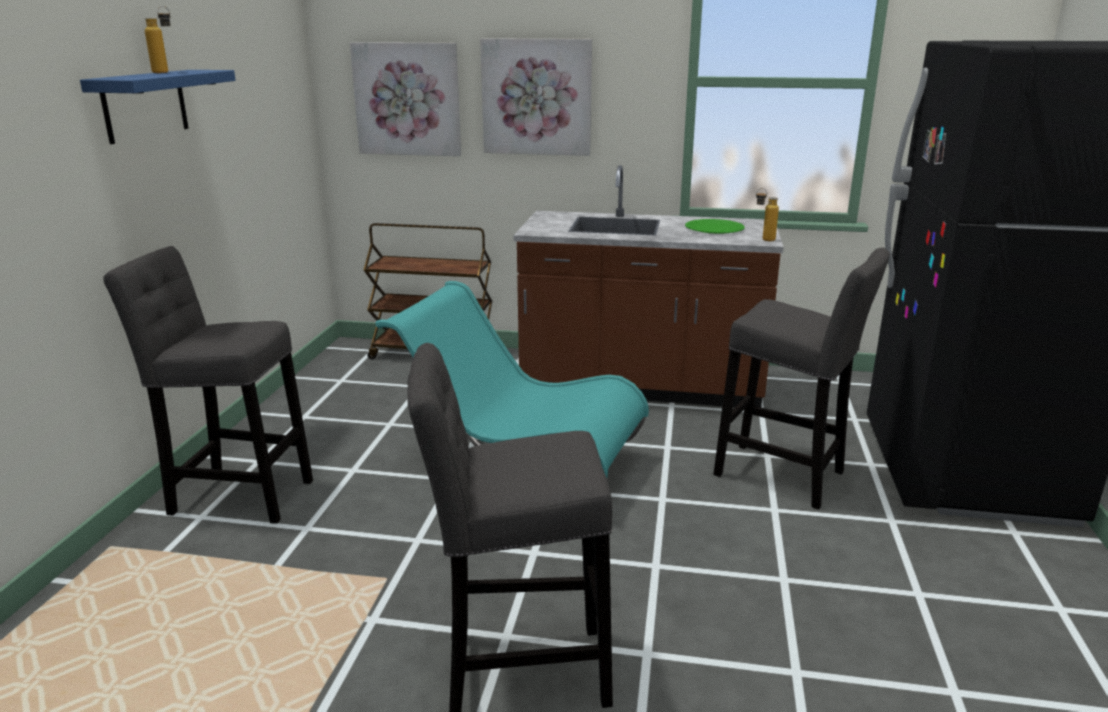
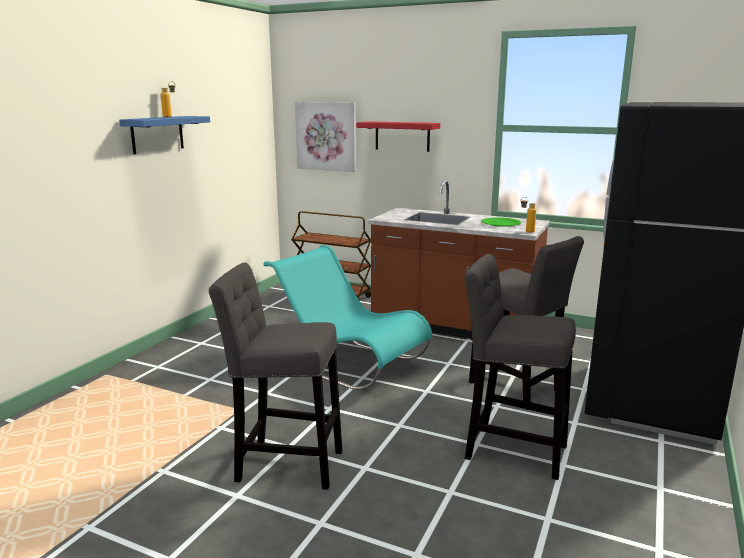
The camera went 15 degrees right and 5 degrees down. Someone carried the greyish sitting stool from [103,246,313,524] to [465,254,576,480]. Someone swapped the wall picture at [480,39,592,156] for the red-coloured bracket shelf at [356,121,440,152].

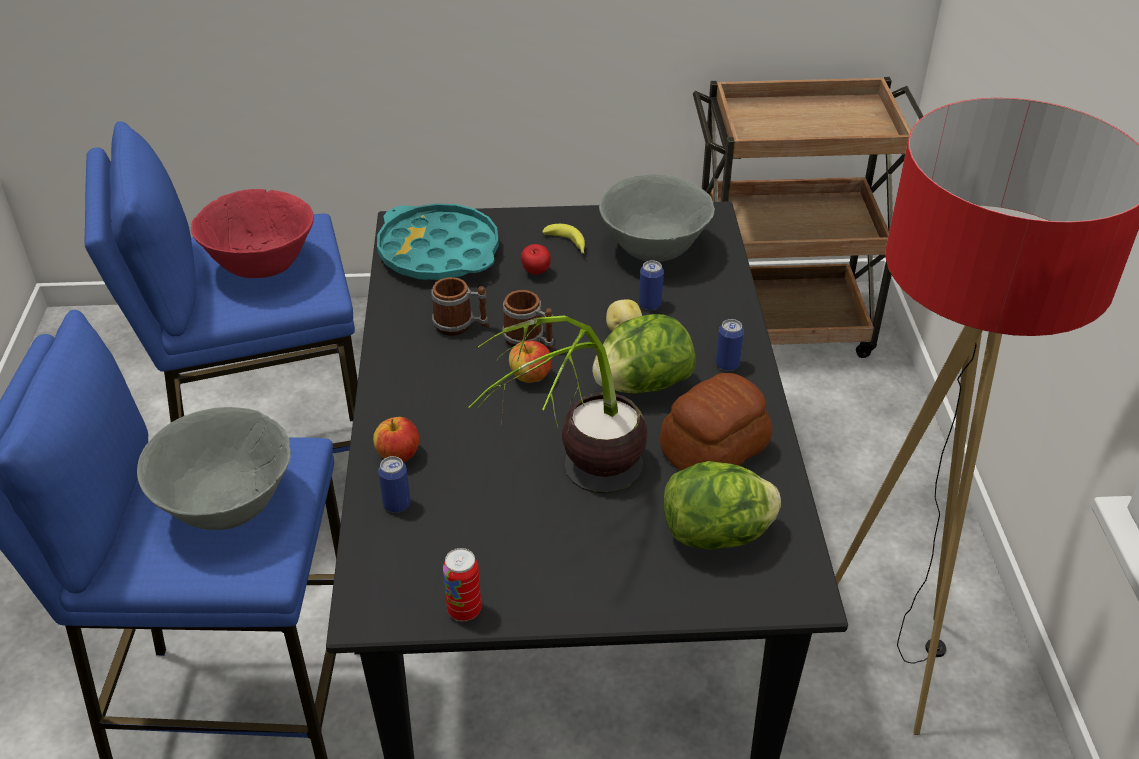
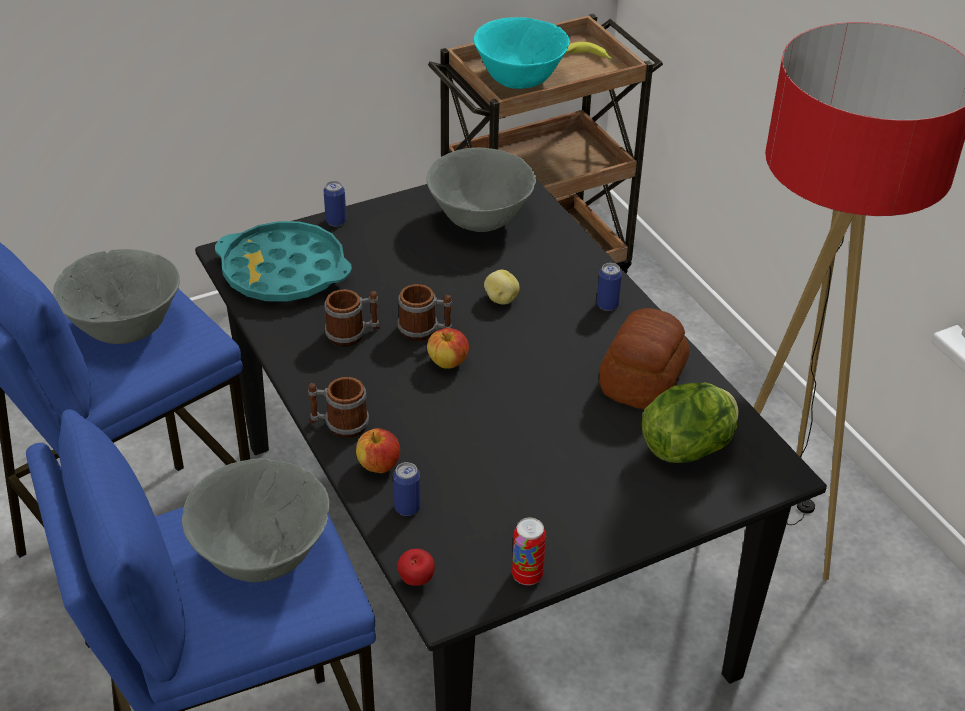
The camera went 25 degrees left and 0 degrees up. Someone repainted the red-coloured serving bowl at [191,189,314,278], which became the greyish serving bowl at [53,249,180,344]. Someone took away the plant in a pot at [468,316,647,493]. Someone carried the apple from [521,244,551,275] to [397,549,435,586]. Someone carried the banana fruit from [542,224,585,254] to [566,42,613,60]. Someone took away the lettuce head at [592,314,696,393]. Someone carried the metal can from [639,260,664,310] to [324,181,346,227]. Someone put down the mug at [308,377,369,438]. Someone put down the turquoise serving bowl at [474,17,570,89].

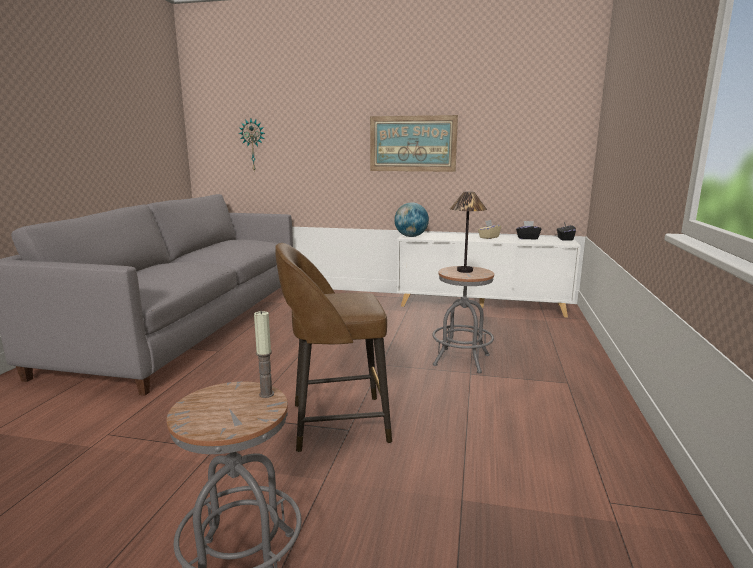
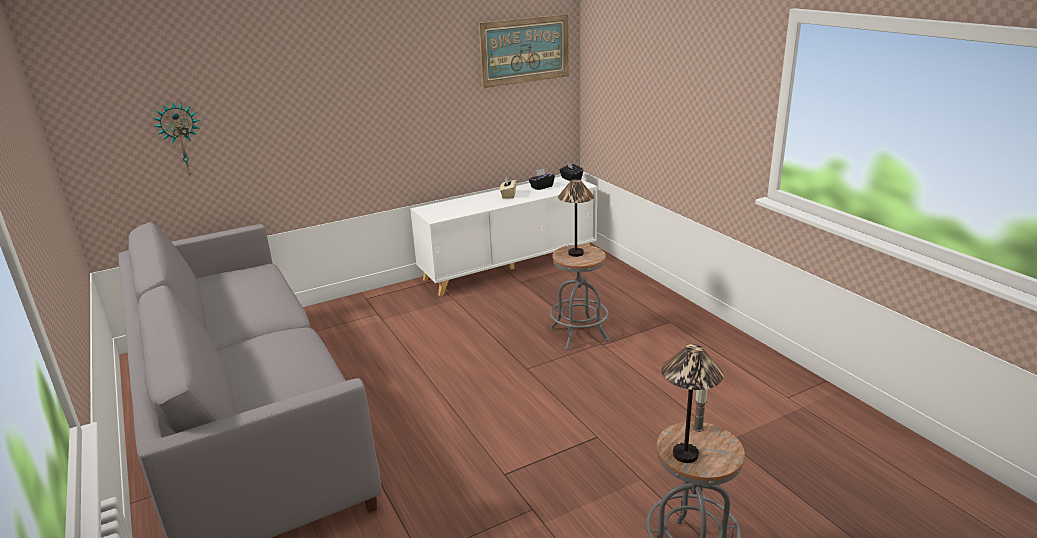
The camera went 40 degrees left and 10 degrees up. Someone took away the brownish sitting stool at [275,243,392,452]. Someone carried the wall picture from [370,115,458,172] to [479,14,569,88]. Someone took away the globe at [394,202,429,237]. Someone put down the tabletop lamp at [661,344,724,463].

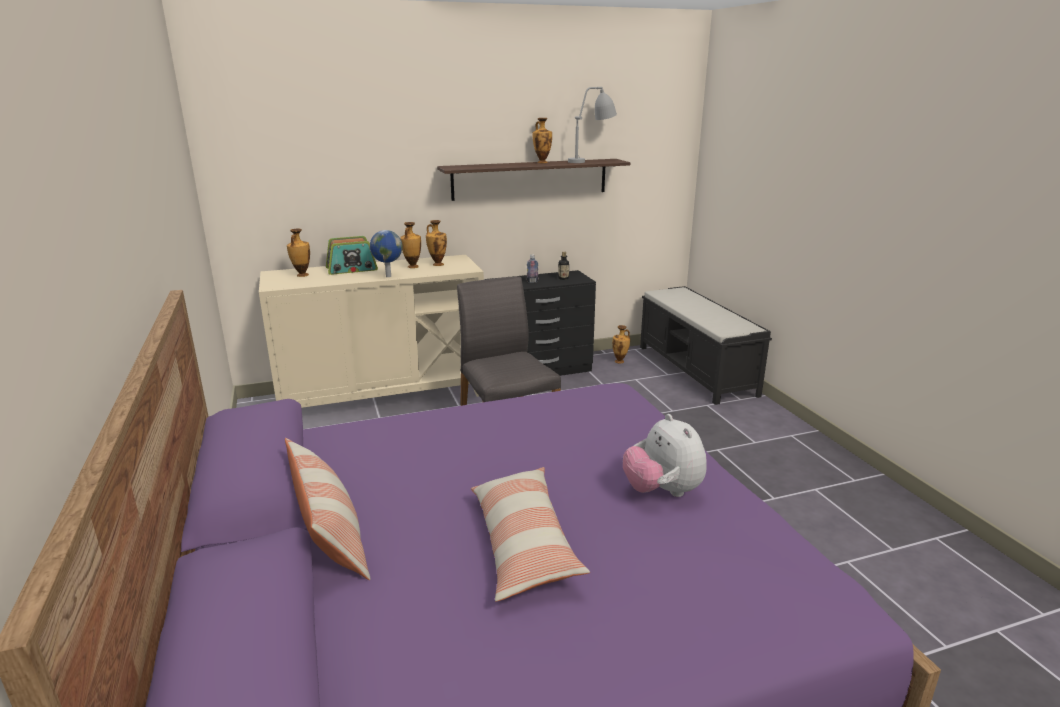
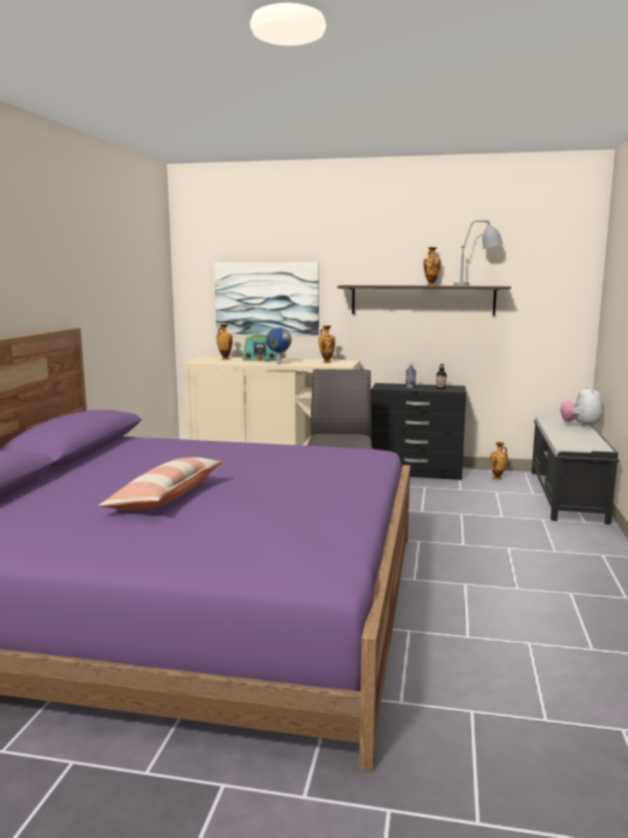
The camera went 30 degrees right and 10 degrees down. Someone took away the cushion at [285,438,370,580]. Someone took away the vase at [400,222,421,268]. Someone carried the cuddly toy from [623,414,707,497] to [560,386,603,428]. Someone put up the wall picture at [214,263,319,336].

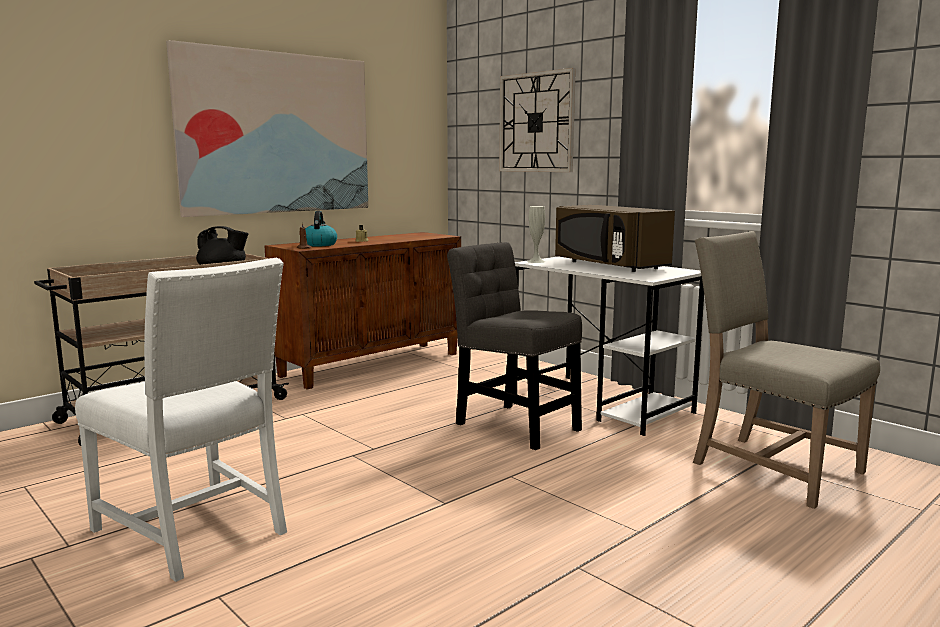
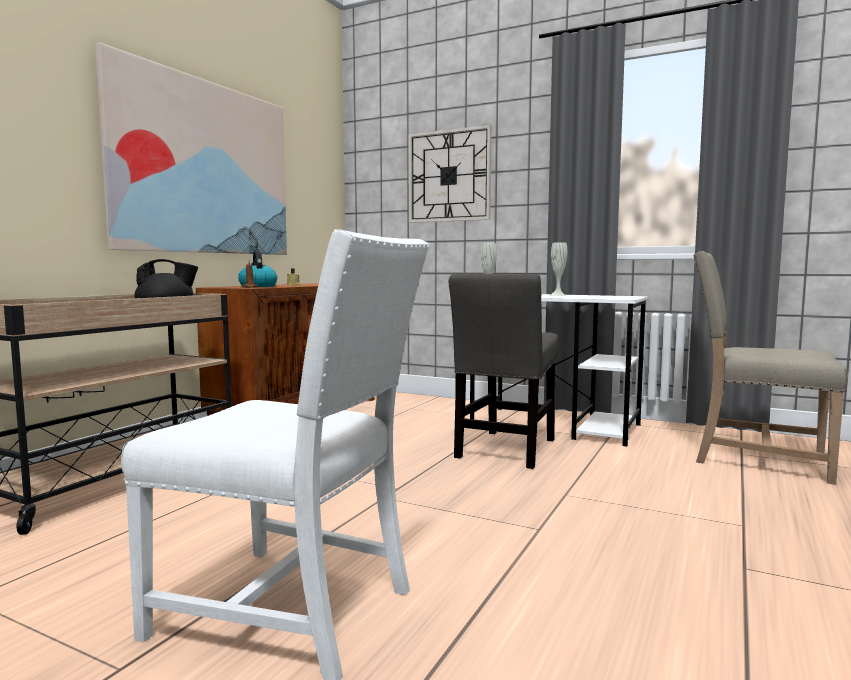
The camera went 20 degrees left and 5 degrees down. Someone rotated the greyish plain chair at [447,242,582,450] by 90 degrees counterclockwise. Someone swapped the brownish microwave oven at [555,205,675,272] for the whitish vase at [549,242,567,296].

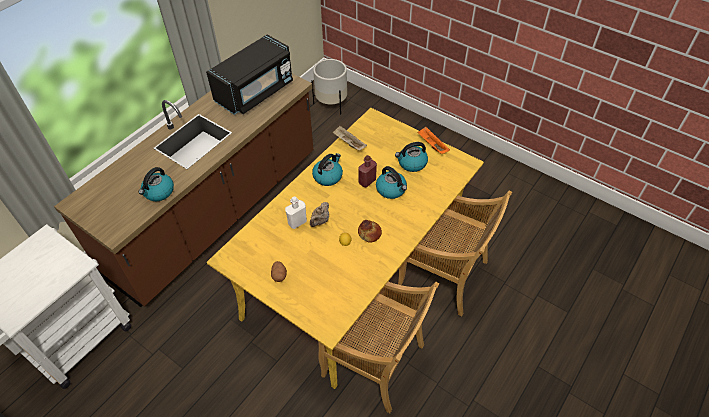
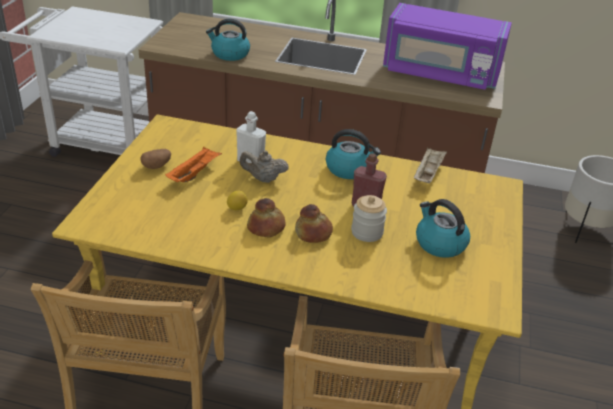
The camera went 65 degrees right and 15 degrees down. Someone repainted the blackish microwave oven at [206,35,293,115], which became the purple microwave oven at [383,3,512,90]. Someone swapped the water kettle at [376,166,407,199] for the storage jar at [351,195,387,242]. Someone carried the orange-coloured carrying tray from [417,127,450,154] to [165,147,222,182]. Someone put down the baked bread at [295,204,333,243].

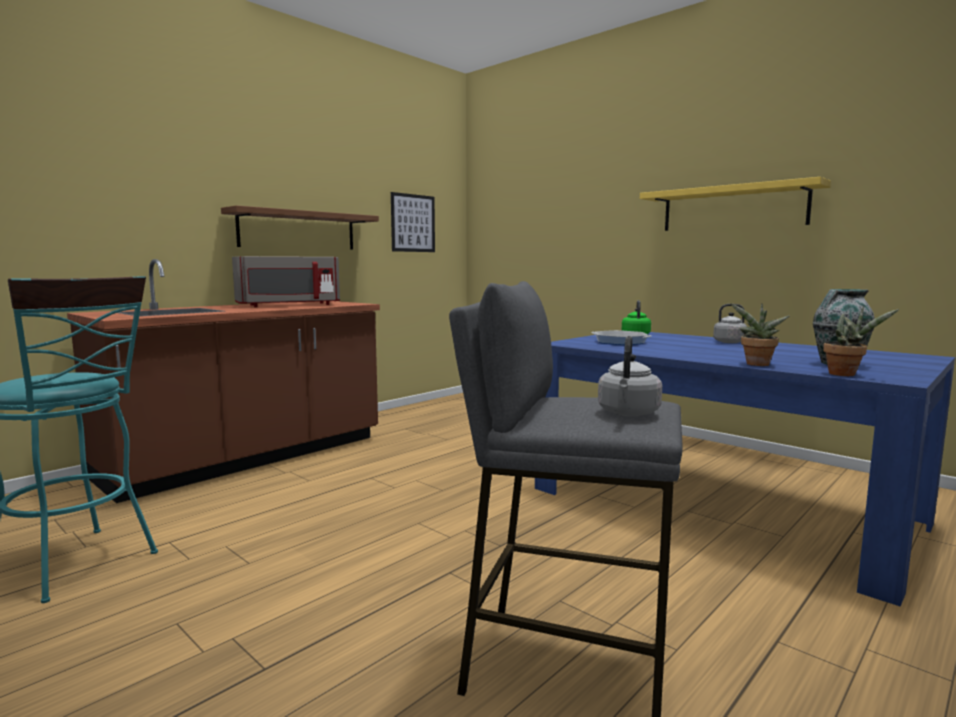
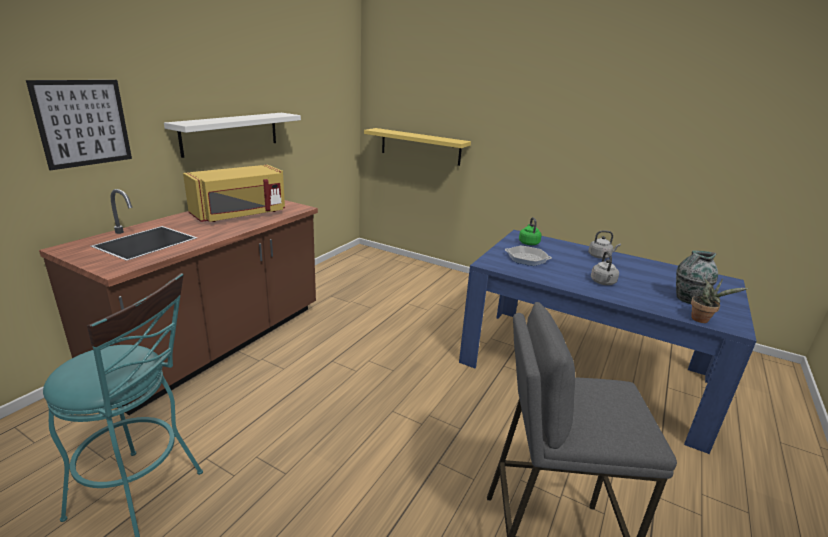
The camera went 15 degrees left and 15 degrees up. Someone repainted the brownish bracket shelf at [221,205,379,250], which became the whitish bracket shelf at [164,113,301,158]. Someone repainted the greyish microwave oven at [232,256,340,307], which became the yellowish microwave oven at [183,165,285,222]. Someone carried the wall picture from [391,192,435,252] to [26,80,132,170]. Someone carried the greyish water kettle from [598,336,662,416] to [591,251,619,285]. Someone carried the yellowish bracket shelf from [640,177,831,231] to [364,128,471,166]. Someone took away the plant in a pot at [731,303,790,366].

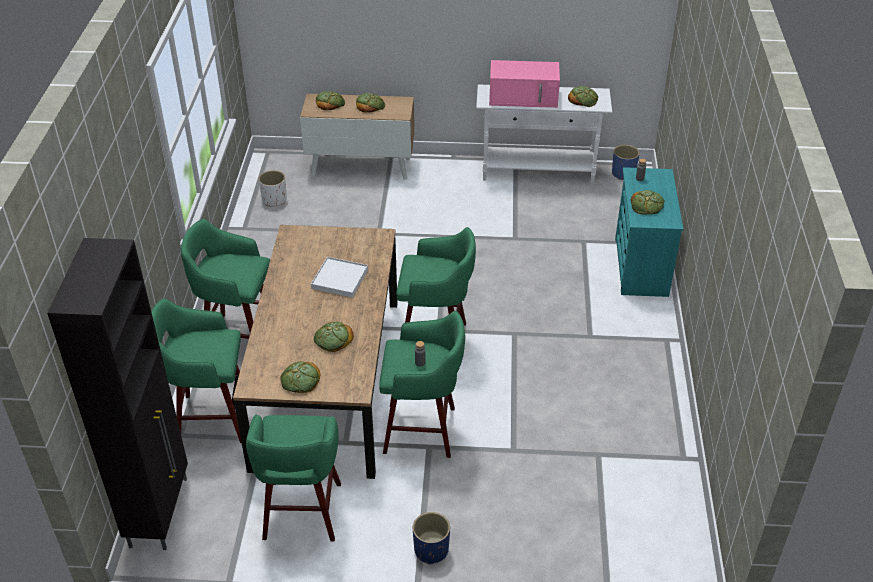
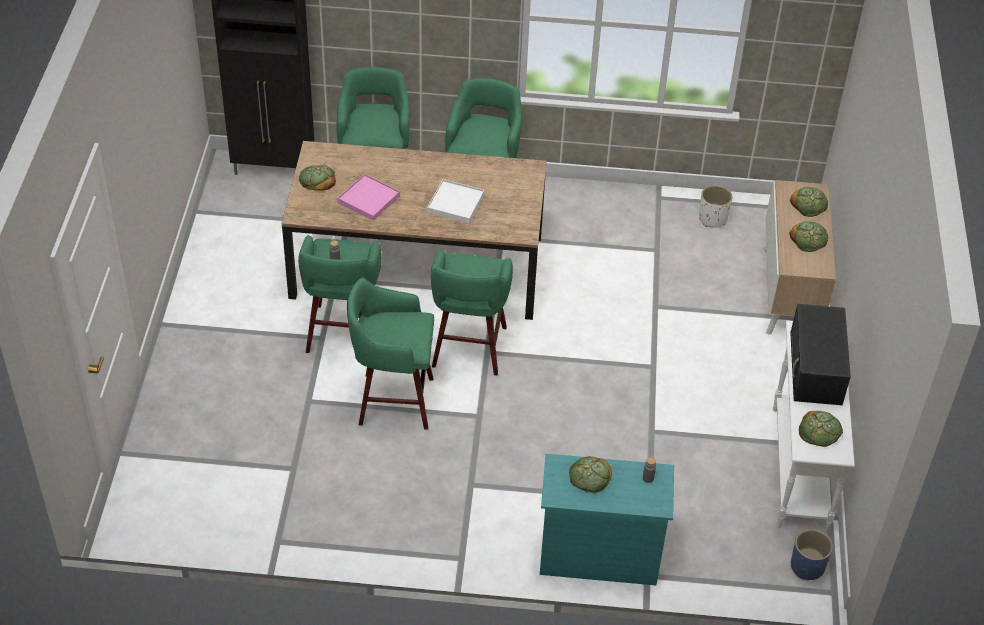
The camera went 90 degrees right and 5 degrees up. Someone carried the green-coloured sitting stool from [246,414,341,542] to [347,278,434,430]. Someone swapped the baked bread at [314,322,353,352] for the pink-coloured carrying tray at [337,174,400,221]. Someone took away the bluish flower pot at [413,512,450,564]. Someone repainted the pink-coloured microwave oven at [489,60,560,108], which became the blackish microwave oven at [790,304,851,405].

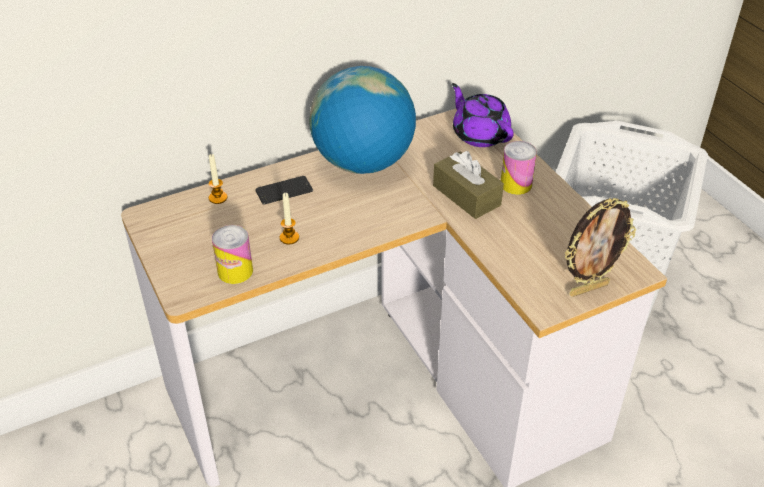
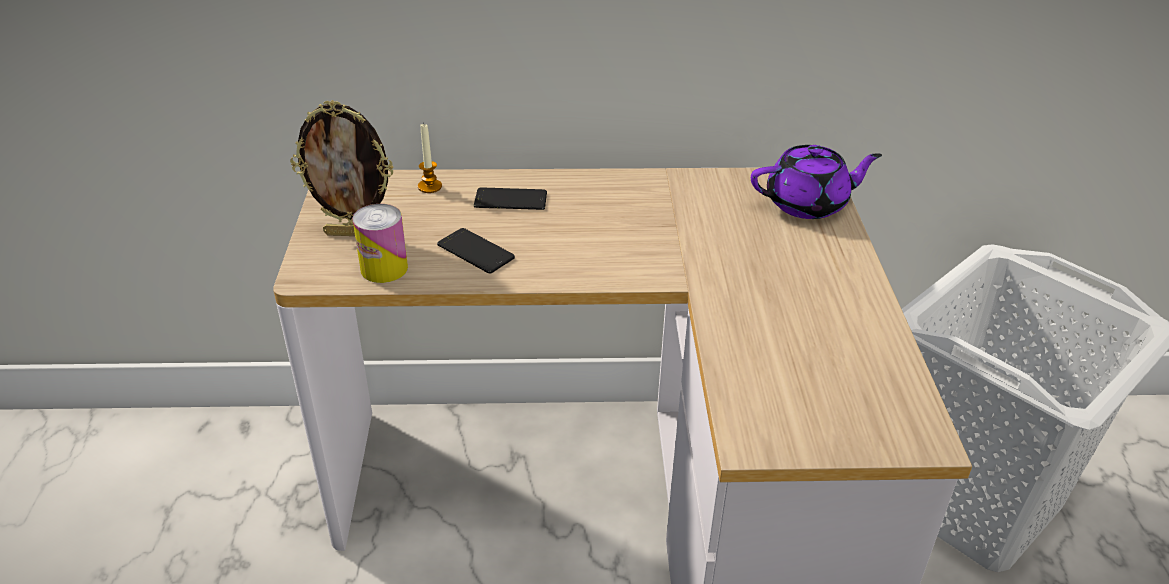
The camera went 25 degrees right and 5 degrees down. Someone swapped the wax candle at [280,193,299,245] for the handset at [437,228,515,273]. Someone took away the globe at [309,66,416,174]. Someone took away the brownish box of tissues at [433,151,504,219]. Someone rotated the purple teapot at [452,83,514,147] by 90 degrees clockwise. Someone took away the metal can at [501,141,537,195]. Someone carried the standing frame from [565,198,636,297] to [290,100,394,236].

